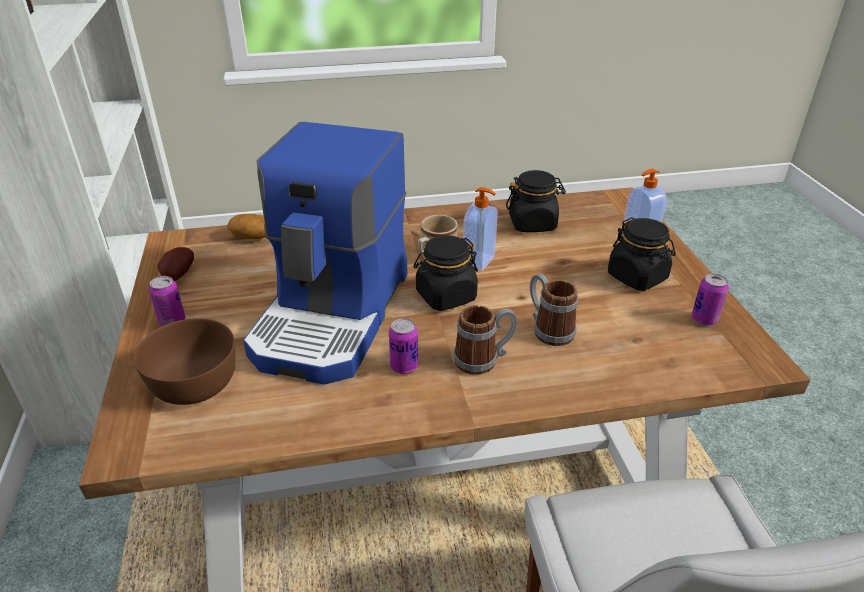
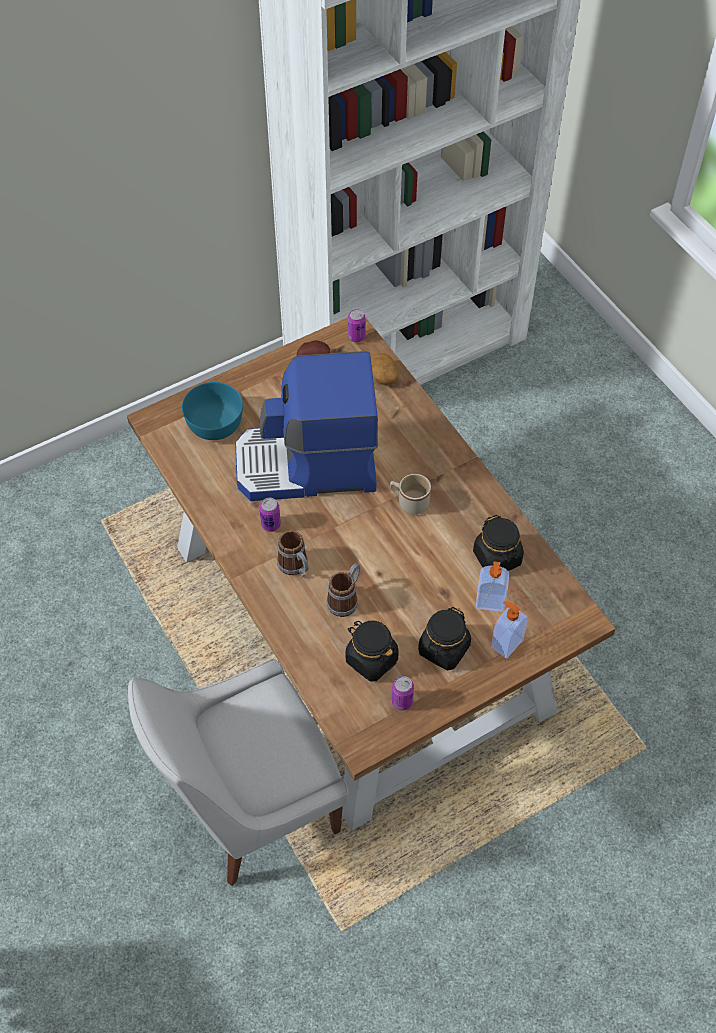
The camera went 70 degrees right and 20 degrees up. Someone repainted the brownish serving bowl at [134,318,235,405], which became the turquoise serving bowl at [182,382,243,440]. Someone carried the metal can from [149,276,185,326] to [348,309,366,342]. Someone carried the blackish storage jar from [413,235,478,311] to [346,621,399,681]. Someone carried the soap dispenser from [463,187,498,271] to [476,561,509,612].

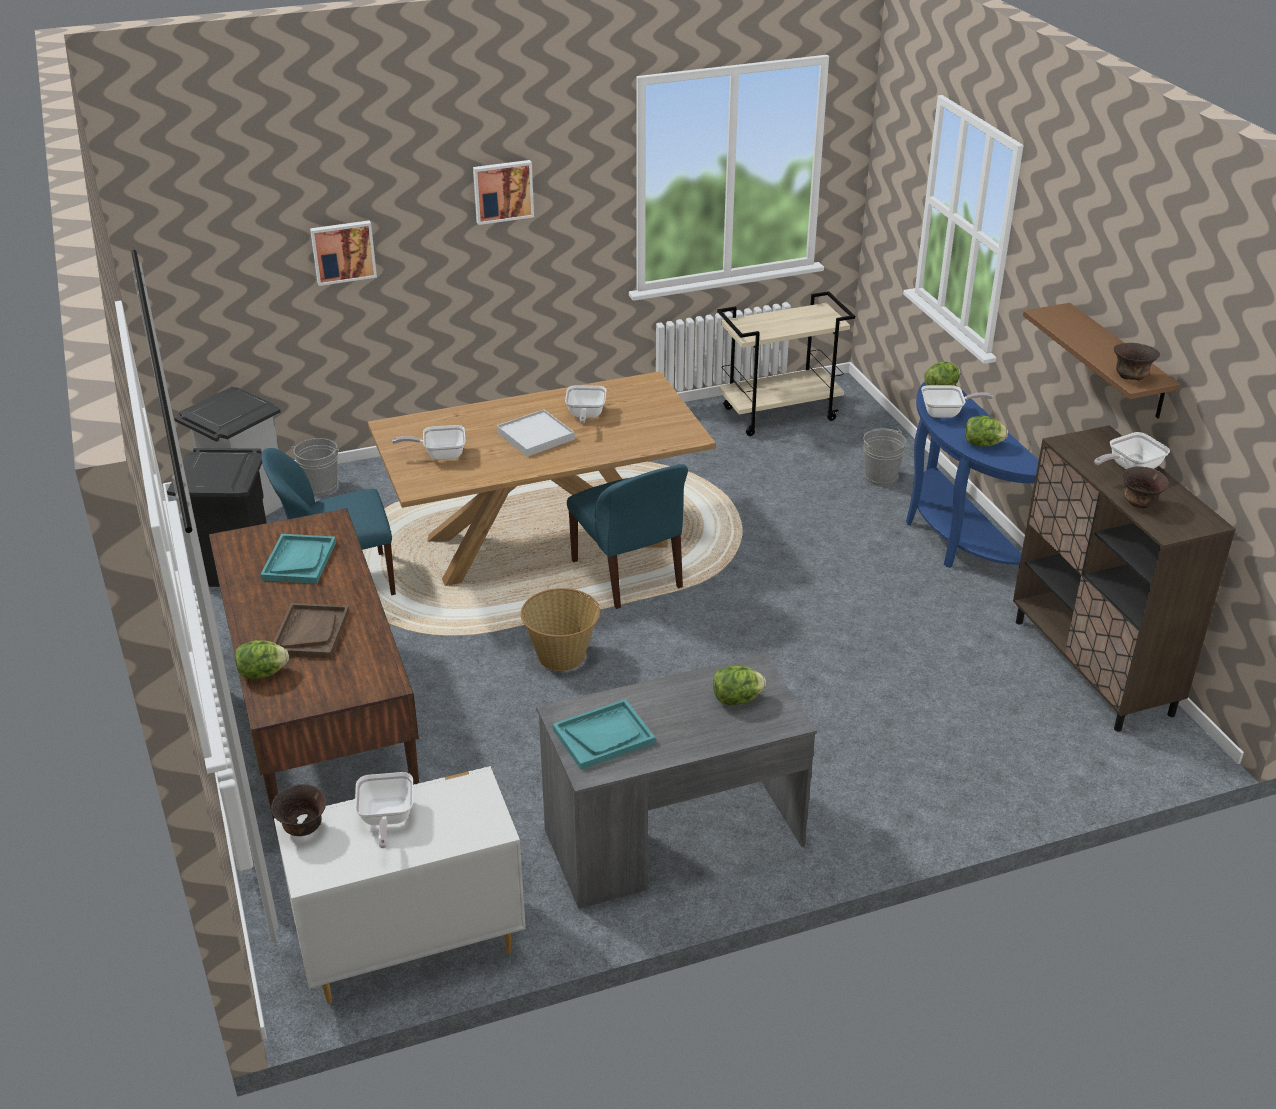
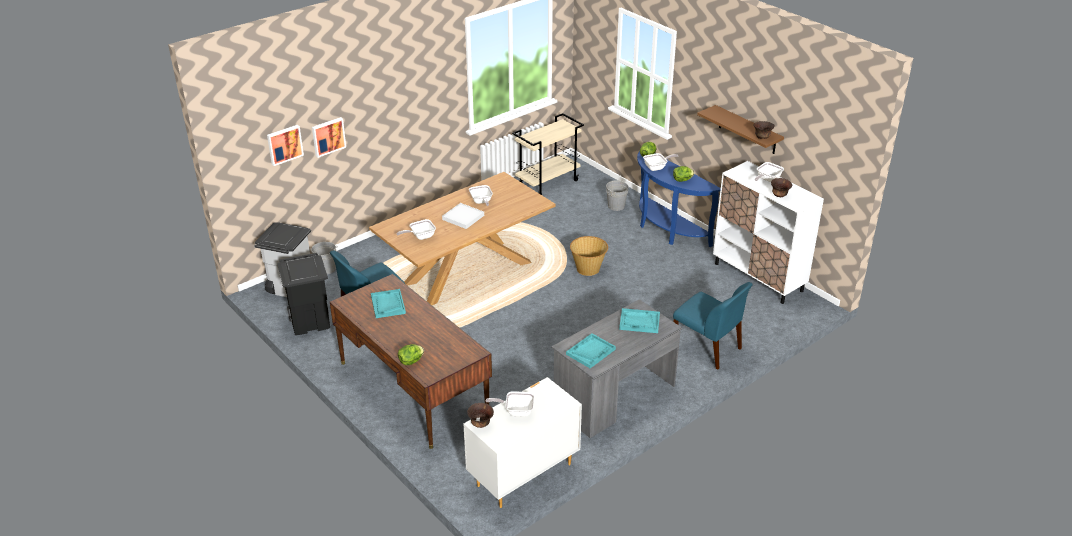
The camera went 20 degrees left and 0 degrees up. Someone took away the brownish carrying tray at [273,603,350,659]. Someone rotated the pan at [355,772,413,848] by 120 degrees clockwise. Someone carried the wall picture from [473,160,534,225] to [267,125,304,166]. Someone carried the basket from [521,588,600,671] to [570,236,608,276]. Someone carried the bluish plain chair from [567,464,688,609] to [673,282,753,370]. Someone swapped the lettuce head at [713,666,766,705] for the turquoise carrying tray at [619,308,660,333]. Someone repainted the brownish cupboard at [1013,425,1236,732], which became the whitish cupboard at [713,161,824,304].

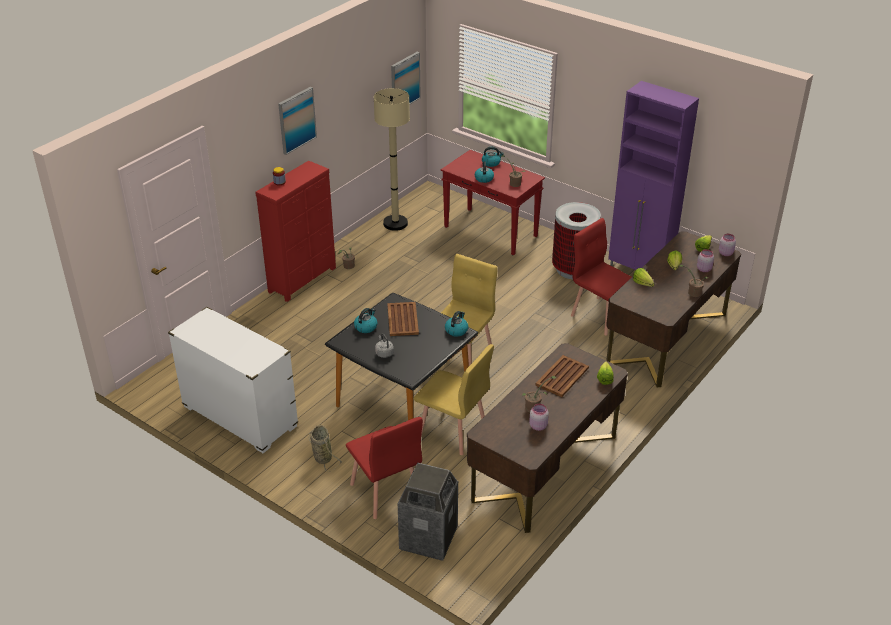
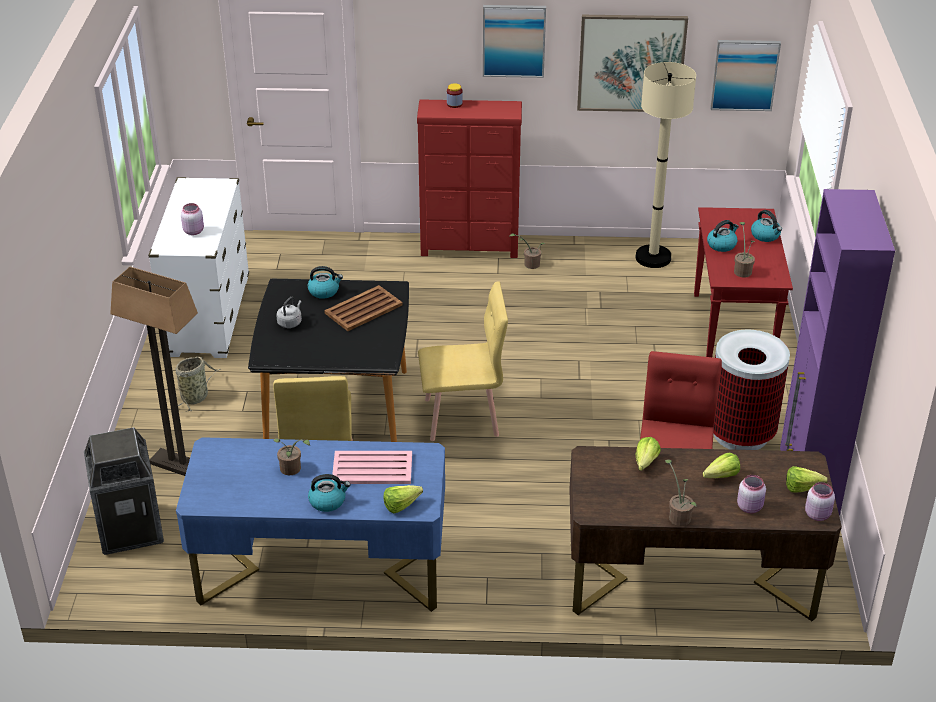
The camera went 55 degrees right and 0 degrees up. Someone swapped the red-coloured plain chair at [346,417,423,519] for the floor lamp at [110,267,198,476]. Someone carried the water kettle from [445,311,468,337] to [308,474,351,512]. Someone repainted the brownish desk unit at [467,343,628,533], which became the bluish desk unit at [176,437,445,612]. Someone carried the pink-coloured storage jar from [529,404,549,431] to [181,203,204,235]. Someone repainted the brownish carrying tray at [535,355,589,397], which became the pink-coloured carrying tray at [332,451,412,484]. Someone put up the wall picture at [577,15,688,112].

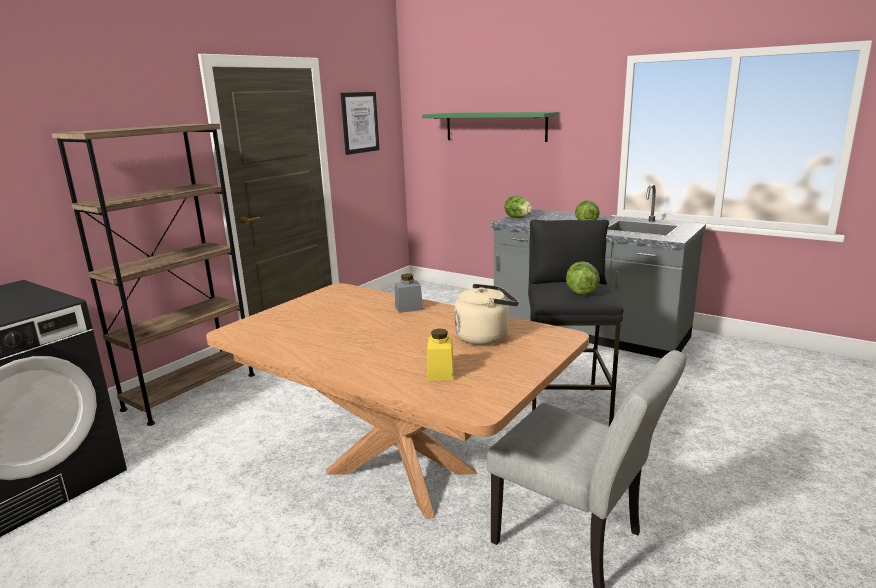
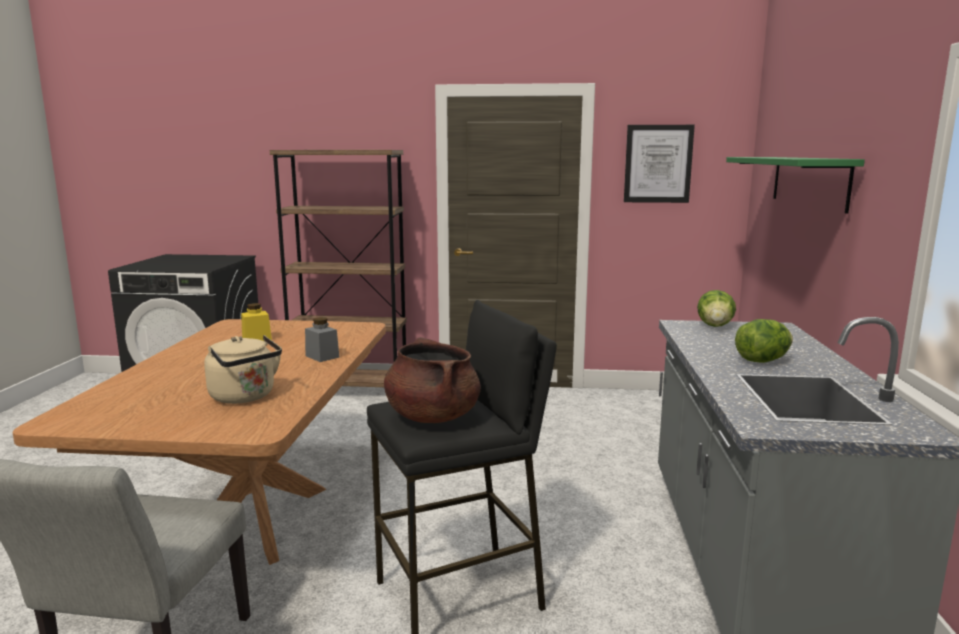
The camera went 60 degrees right and 5 degrees down. Someone carried the yellowish storage jar from [427,328,454,381] to [241,303,272,341]. Someone swapped the lettuce head at [566,261,600,295] for the brownish saucepot at [384,337,481,423].

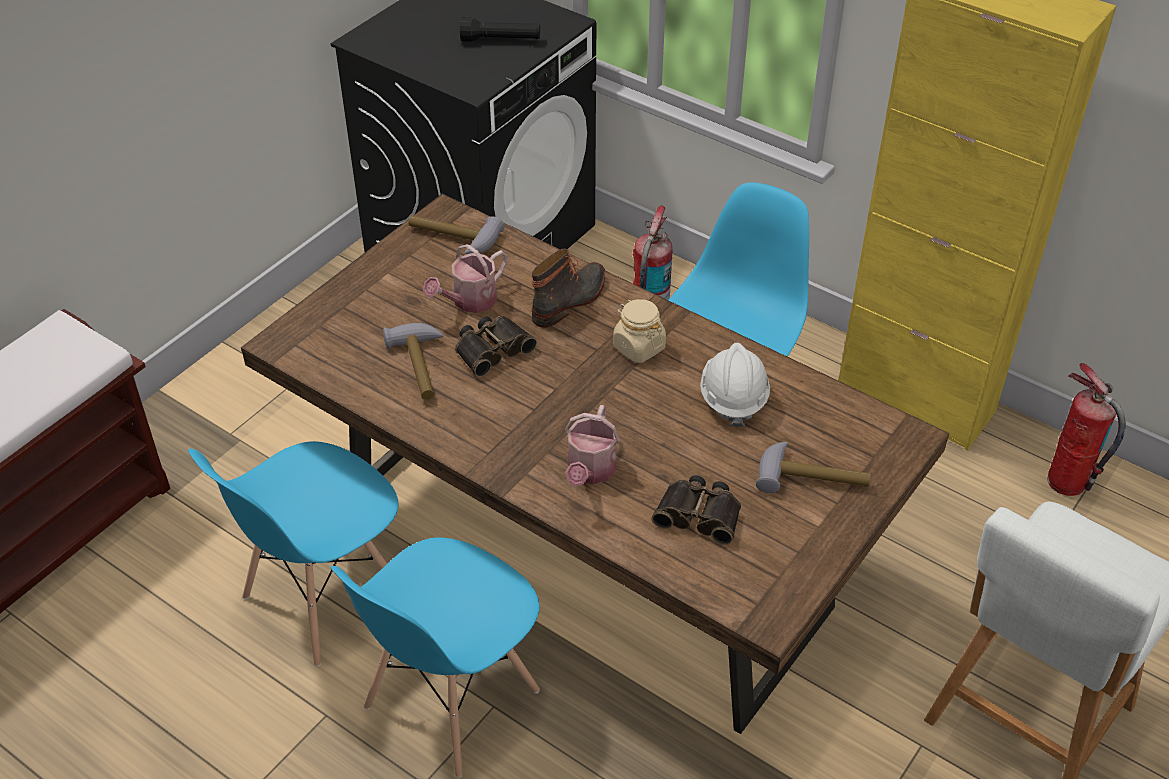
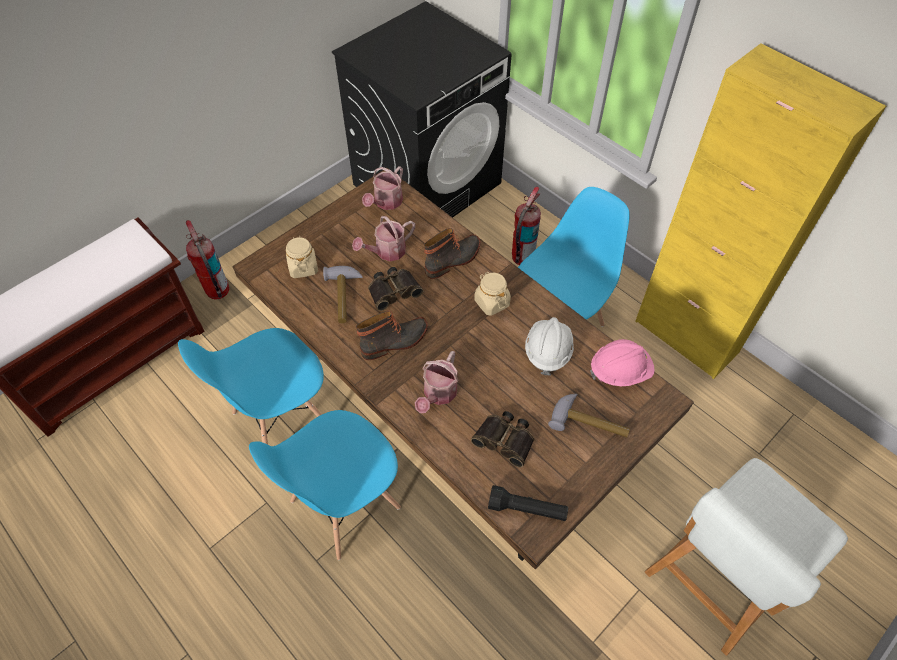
The camera went 10 degrees right and 10 degrees up. Someone swapped the hammer at [408,215,505,254] for the watering can at [362,166,403,210]. Someone carried the blackish flashlight from [460,17,540,42] to [488,485,568,521]. Someone carried the extinguisher from [1047,363,1126,496] to [186,220,229,299]. Someone put down the sand-coloured storage jar at [286,236,318,278]. Someone put down the high-top boot at [356,310,428,360]. Someone put down the pink-coloured hard hat at [590,339,654,386].

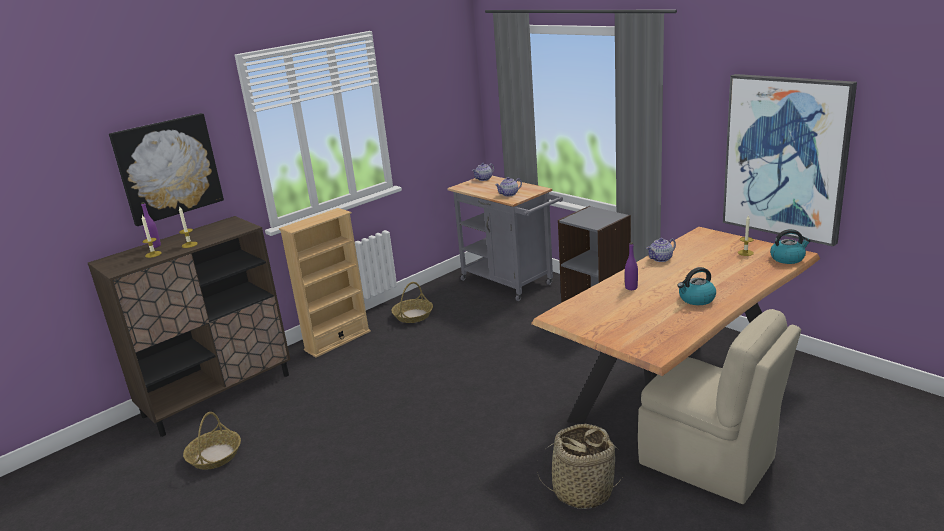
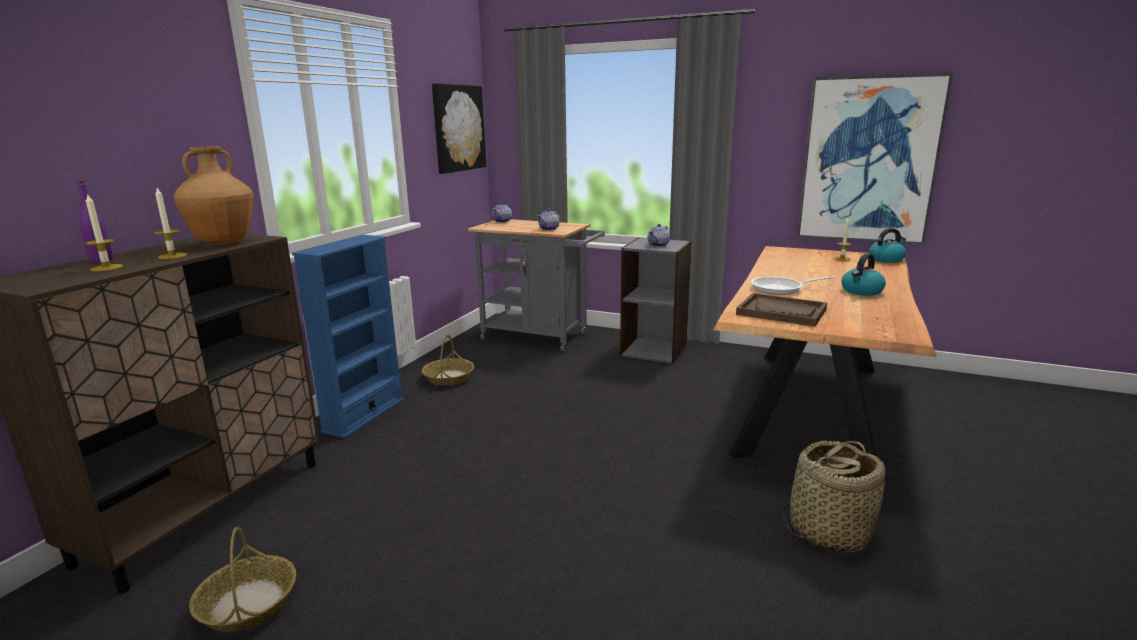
The camera went 25 degrees left and 5 degrees down. Someone carried the wall picture from [109,113,224,226] to [432,83,486,174]. Someone repainted the sand-coloured shelving unit at [279,208,371,358], which became the bluish shelving unit at [292,235,404,438]. Someone swapped the purple bottle at [625,243,638,290] for the pan at [751,276,835,295]. Someone took away the sand-coloured plain chair at [638,309,801,504]. Someone carried the teapot from [646,238,676,262] to [648,224,670,247]. Someone put down the brownish vase at [174,146,254,245]. Someone put down the brownish carrying tray at [736,293,827,327].

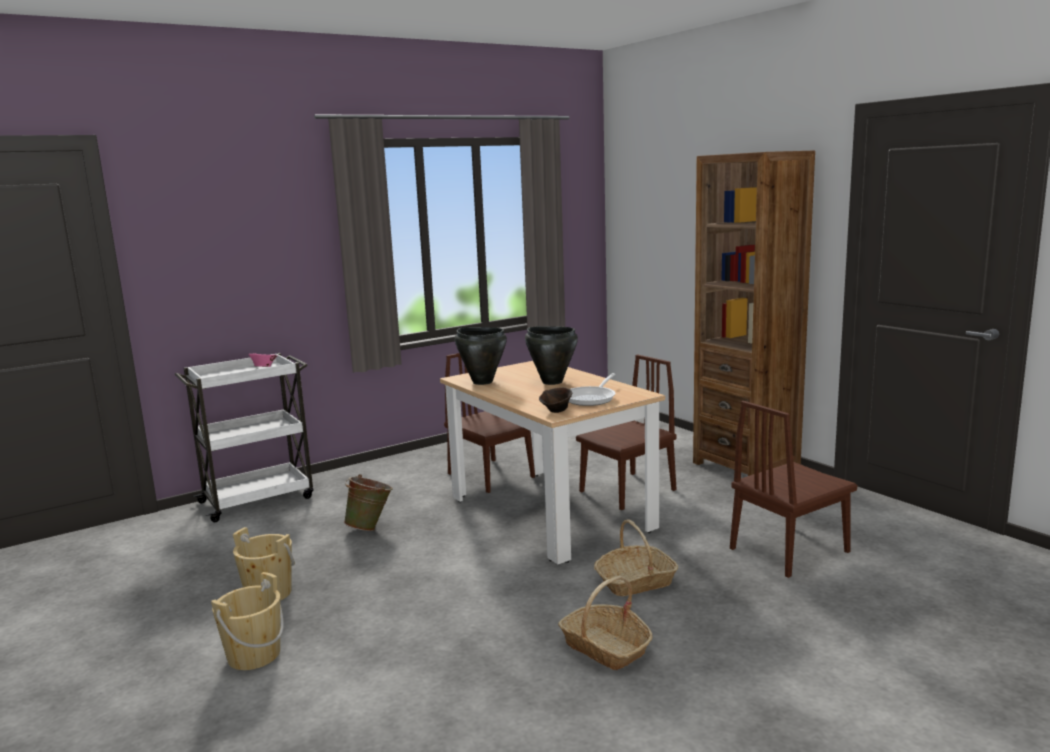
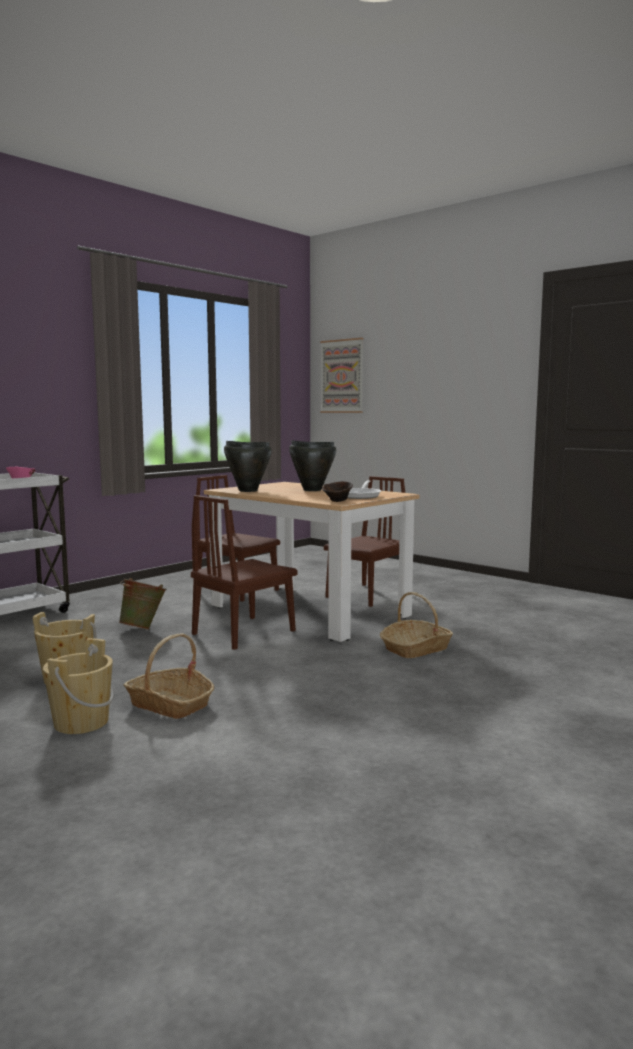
The camera went 15 degrees left and 5 degrees down. Someone carried the basket from [558,576,653,670] to [123,633,214,719]. Someone took away the brownish shelving unit at [693,150,815,476]. Someone carried the brownish plain chair from [730,401,857,578] to [191,495,298,650]. Someone put up the wall picture at [320,338,364,413].

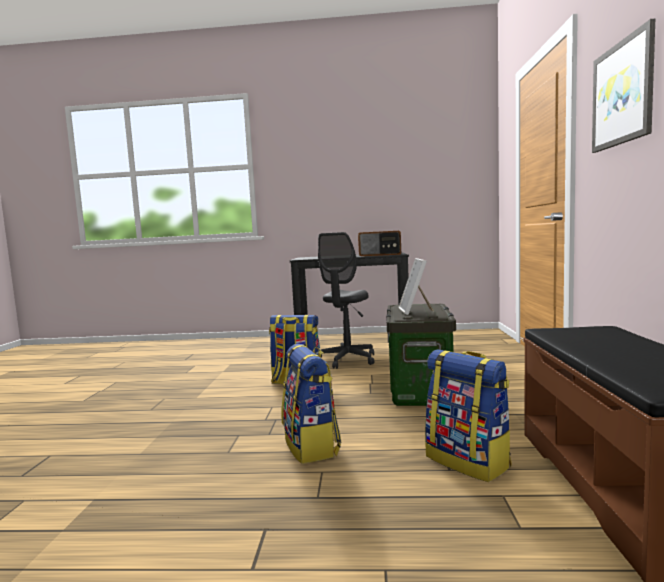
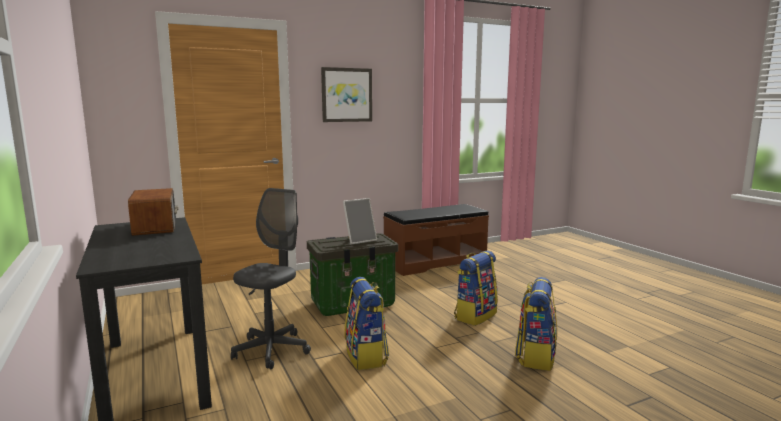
The camera went 120 degrees left and 5 degrees up. Someone rotated the greyish office chair at [318,232,374,369] by 60 degrees counterclockwise. Someone carried the backpack from [425,349,512,482] to [515,277,557,371].

